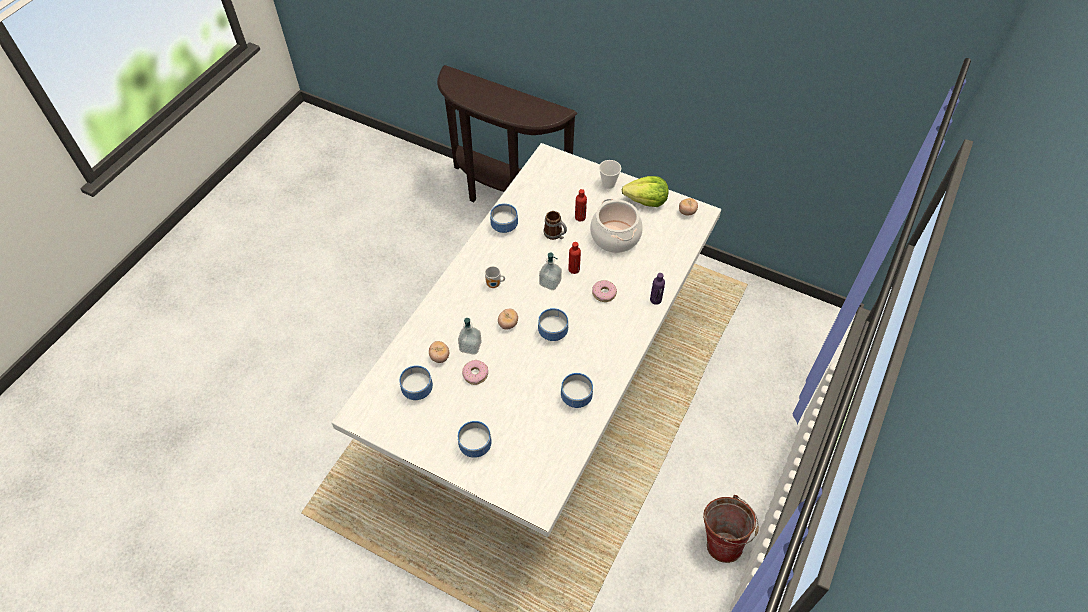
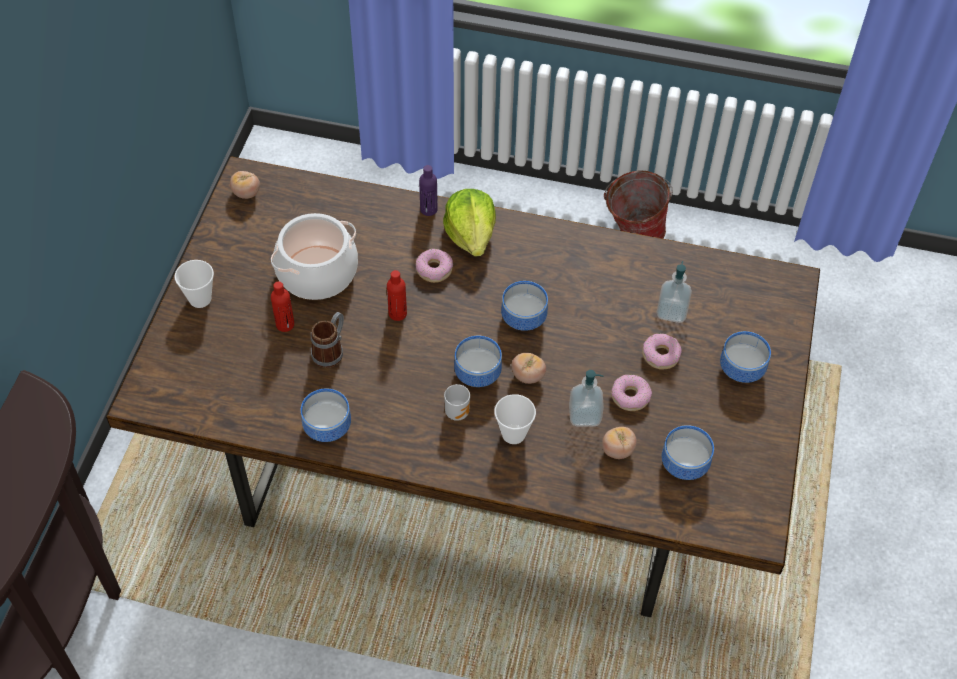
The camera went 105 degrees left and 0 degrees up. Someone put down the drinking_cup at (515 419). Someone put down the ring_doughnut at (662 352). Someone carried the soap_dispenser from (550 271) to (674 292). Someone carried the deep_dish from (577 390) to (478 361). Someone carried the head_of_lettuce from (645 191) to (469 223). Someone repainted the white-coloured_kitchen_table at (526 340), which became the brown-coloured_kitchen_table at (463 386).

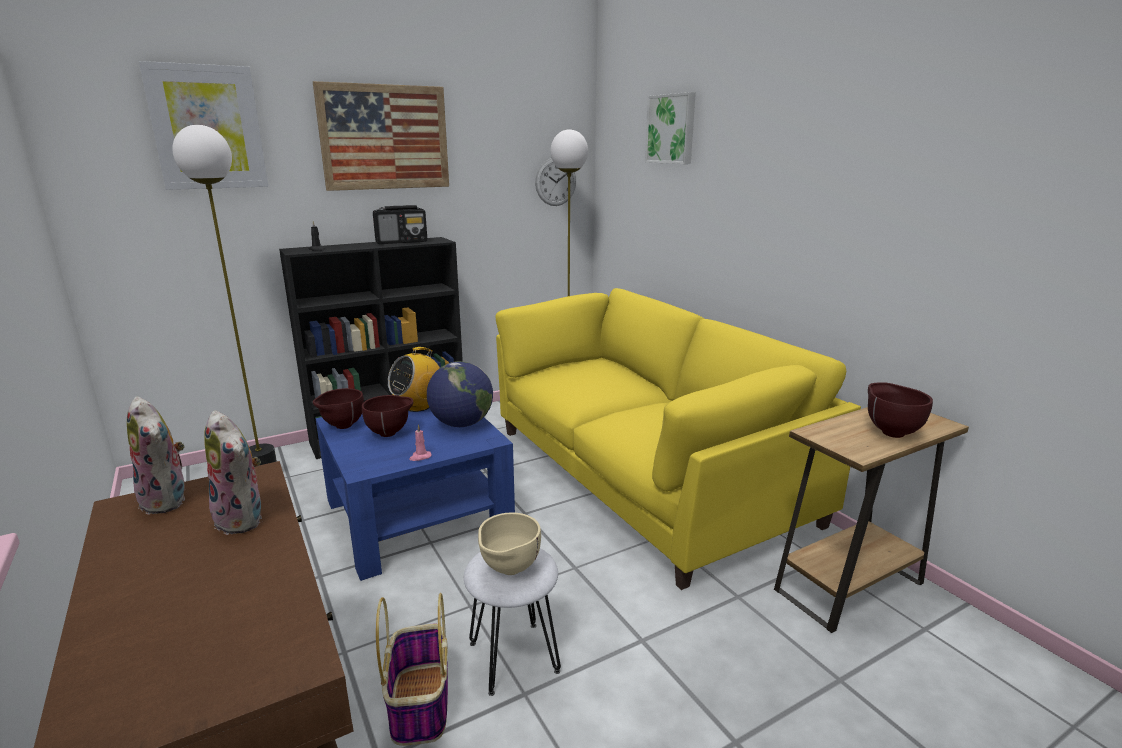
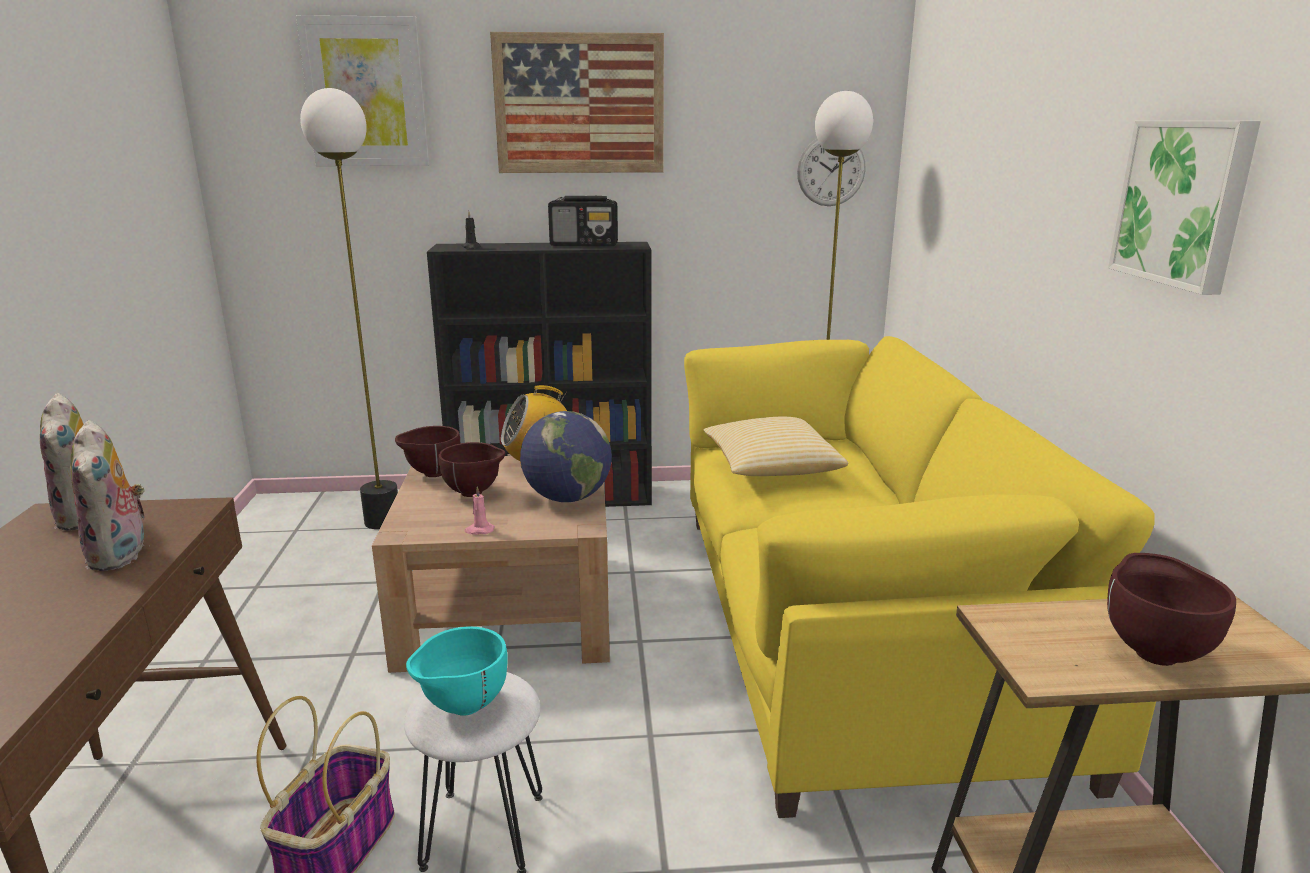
The camera went 25 degrees right and 0 degrees up. Someone put down the cushion at (776 446). Someone carried the wall_art from (670 128) to (1184 208). Someone repainted the bluish_coffee_table at (415 494), which became the brown-coloured_coffee_table at (491 564). Someone repainted the sand-coloured_deep_dish at (509 543), which became the blue-green_deep_dish at (456 671).

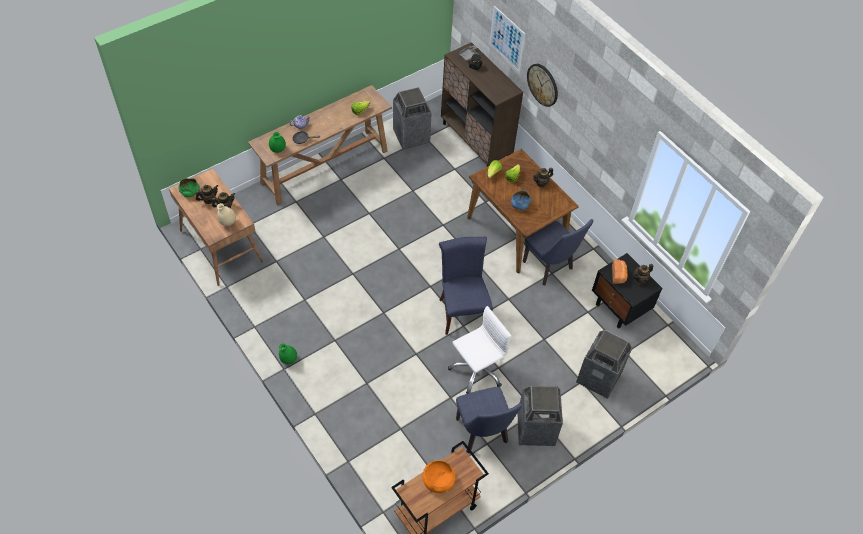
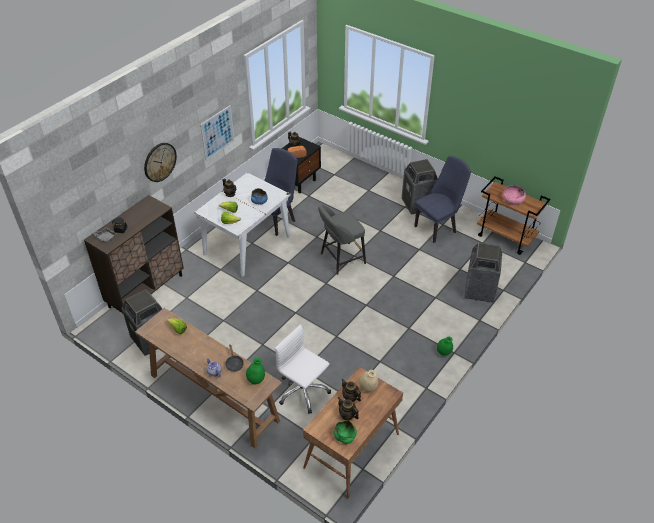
The camera went 105 degrees left and 10 degrees down. Someone carried the white-coloured_desk_chair from (480 350) to (303 369). Someone carried the wall_art from (507 39) to (217 132). Someone carried the trash_can from (604 364) to (483 273). Someone swapped the bluish_upright_chair at (466 286) for the greyish_sitting_stool at (342 239). Someone repainted the orange-coloured_deep_dish at (439 476), which became the pink_deep_dish at (514 195). Someone repainted the brown-coloured_kitchen_table at (523 211), which became the white-coloured_kitchen_table at (242 225).

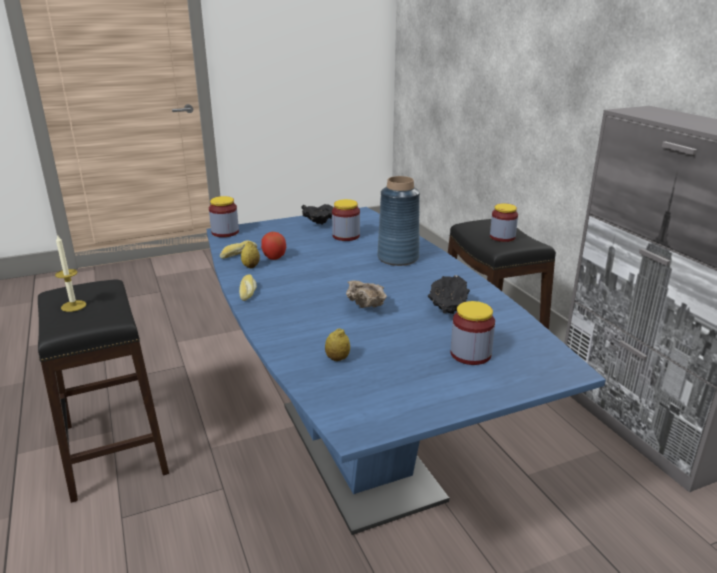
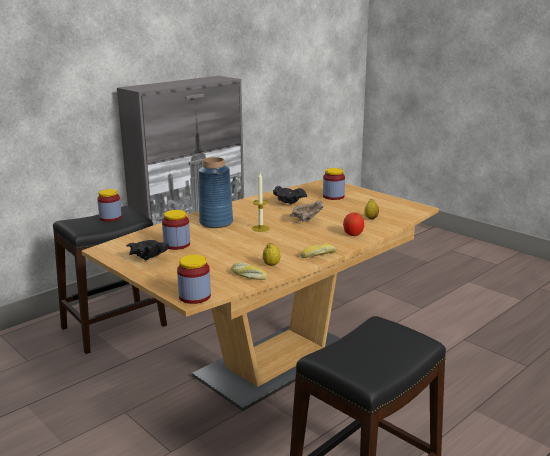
The camera went 110 degrees left and 5 degrees down. Someone carried the wax_candle from (70 273) to (261 202). Someone carried the whole_apple from (273 246) to (353 224). Someone repainted the bluish_kitchen_table at (406 371), which became the brown-coloured_kitchen_table at (260 295).

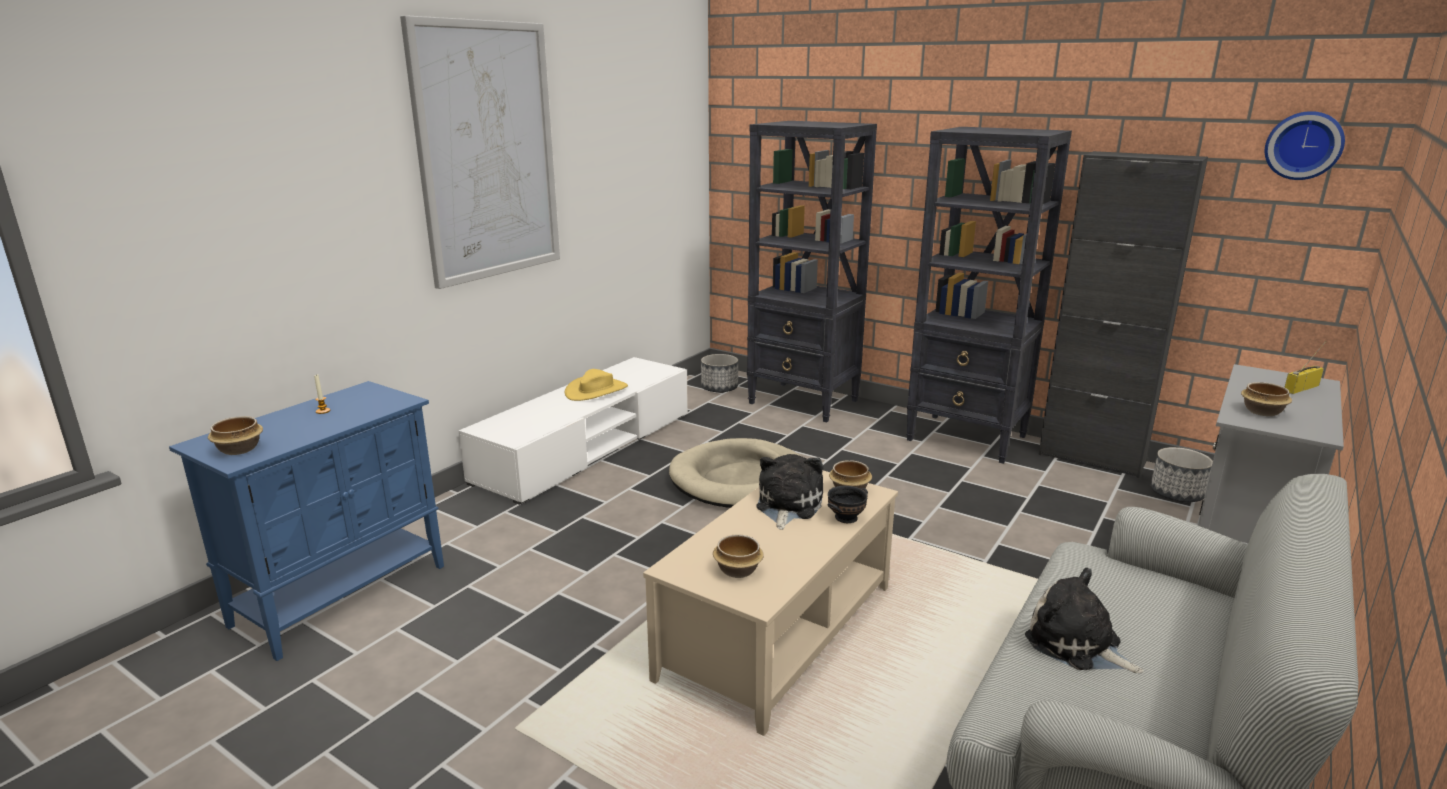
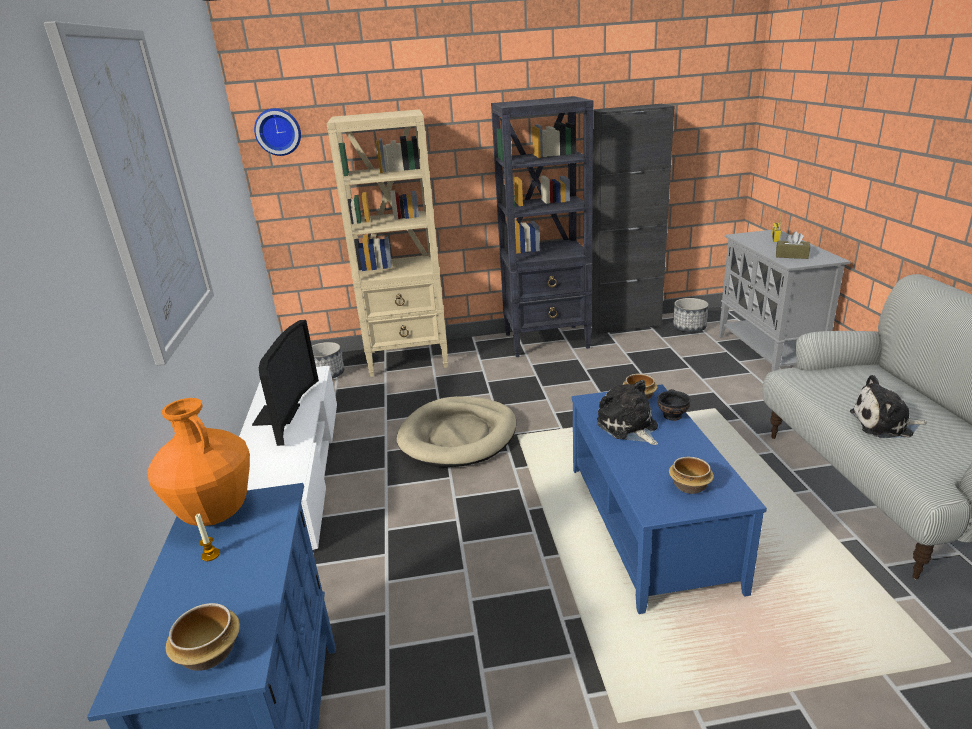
The camera went 40 degrees left and 5 degrees up. Someone put down the orange-coloured_flower_vase at (198 462). Someone carried the clock_on_the_wall from (1305 145) to (277 132). Someone swapped the yellowish_clothing_hat at (596 385) for the TV_set at (285 383). Someone swapped the deep_dish at (1266 399) for the brown-coloured_box_of_tissues at (793 245). Someone repainted the sand-coloured_coffee_table at (770 603), which became the bluish_coffee_table at (669 499). Someone repainted the blackish_bookshelf at (812 271), which became the sand-coloured_bookshelf at (387 243).

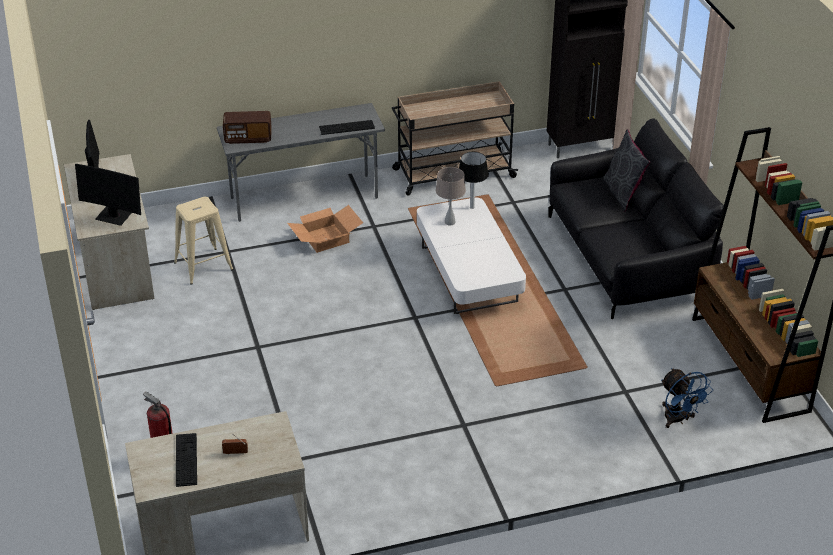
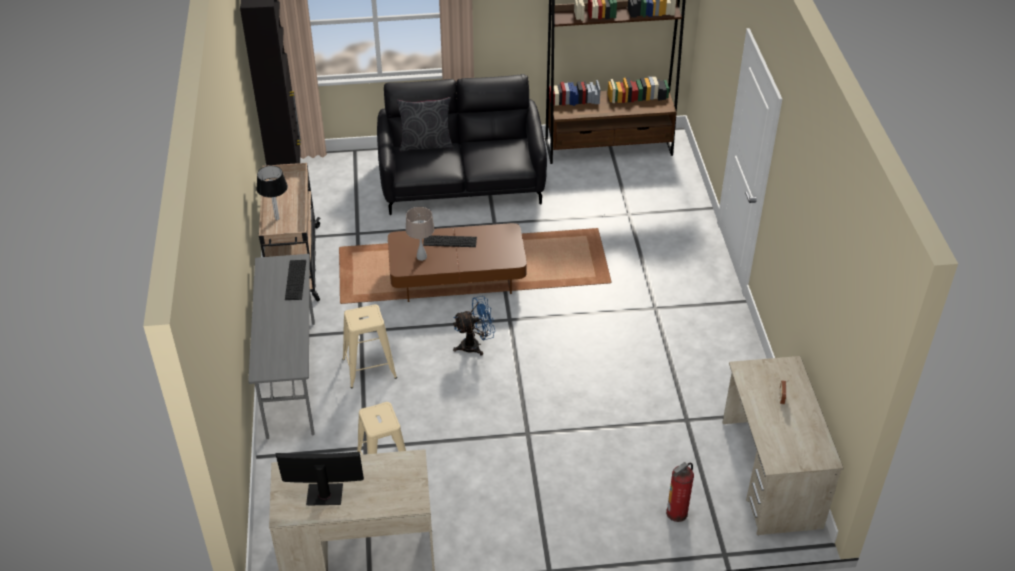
The camera went 80 degrees left and 5 degrees up. Someone took away the computer_screen at (108 195). Someone took away the radio_receiver at (247 127). Someone carried the computer_keyboard from (186 460) to (450 241). Someone carried the lamp_for_a_table from (474 180) to (272 193). Someone carried the bluish_cooling_fan from (687 398) to (474 326). Someone swapped the packing_box at (325 229) for the sand-coloured_sitting_stool at (369 346). Someone repainted the white-coloured_coffee_table at (471 256), which became the brown-coloured_coffee_table at (457 262).

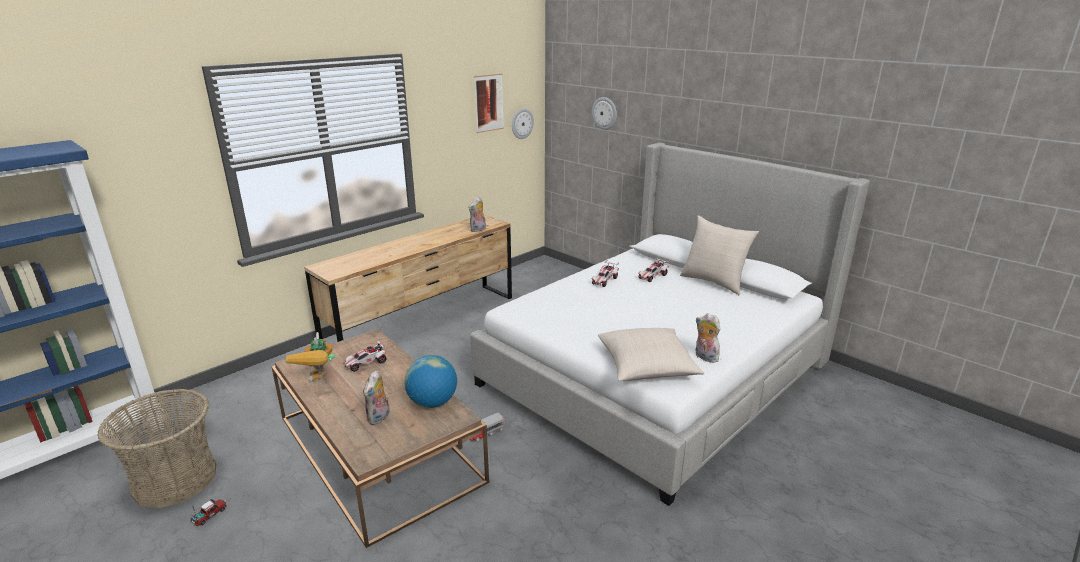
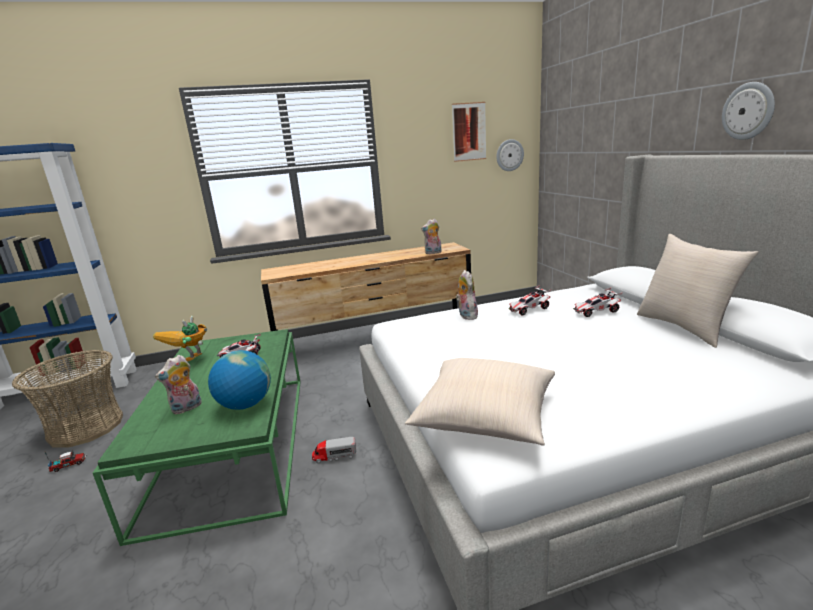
The camera went 30 degrees right and 5 degrees down. Someone carried the clock_on_the_wall from (604 113) to (748 111). Someone carried the soft_toy from (707 338) to (467 295). Someone repainted the brown-coloured_coffee_table at (380 439), which became the green_coffee_table at (197 438).

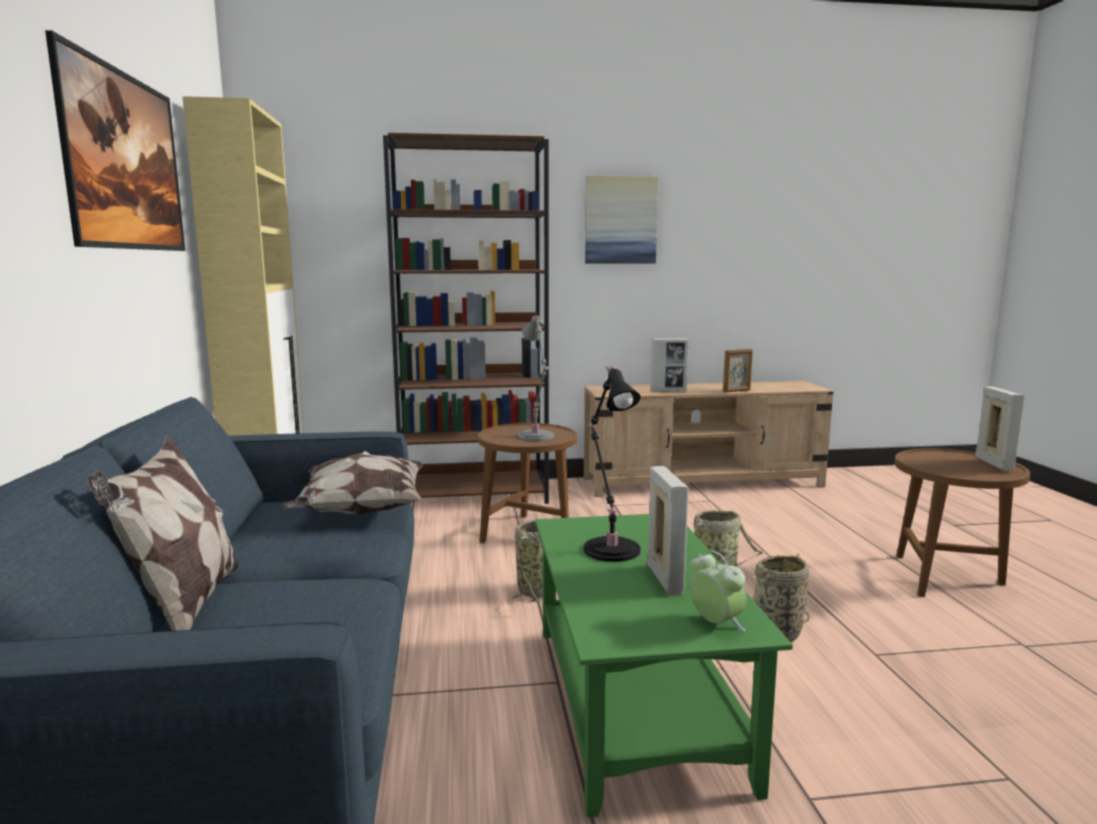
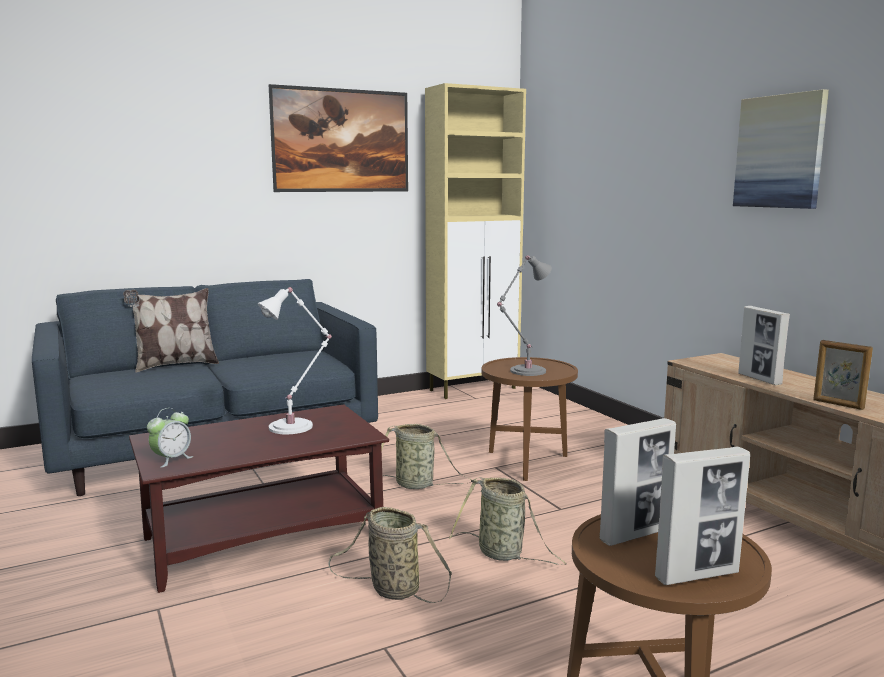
The camera went 70 degrees right and 0 degrees up. Someone took away the cushion at (353 483). Someone took away the brown-coloured_bookshelf at (466 318). Someone carried the photo_frame from (668 530) to (637 482). Someone repainted the green_coffee_table at (664 666), which became the brown-coloured_coffee_table at (259 498). Someone repainted the blackish_lamp_for_a_table at (612 464), which became the white-coloured_lamp_for_a_table at (294 360).

